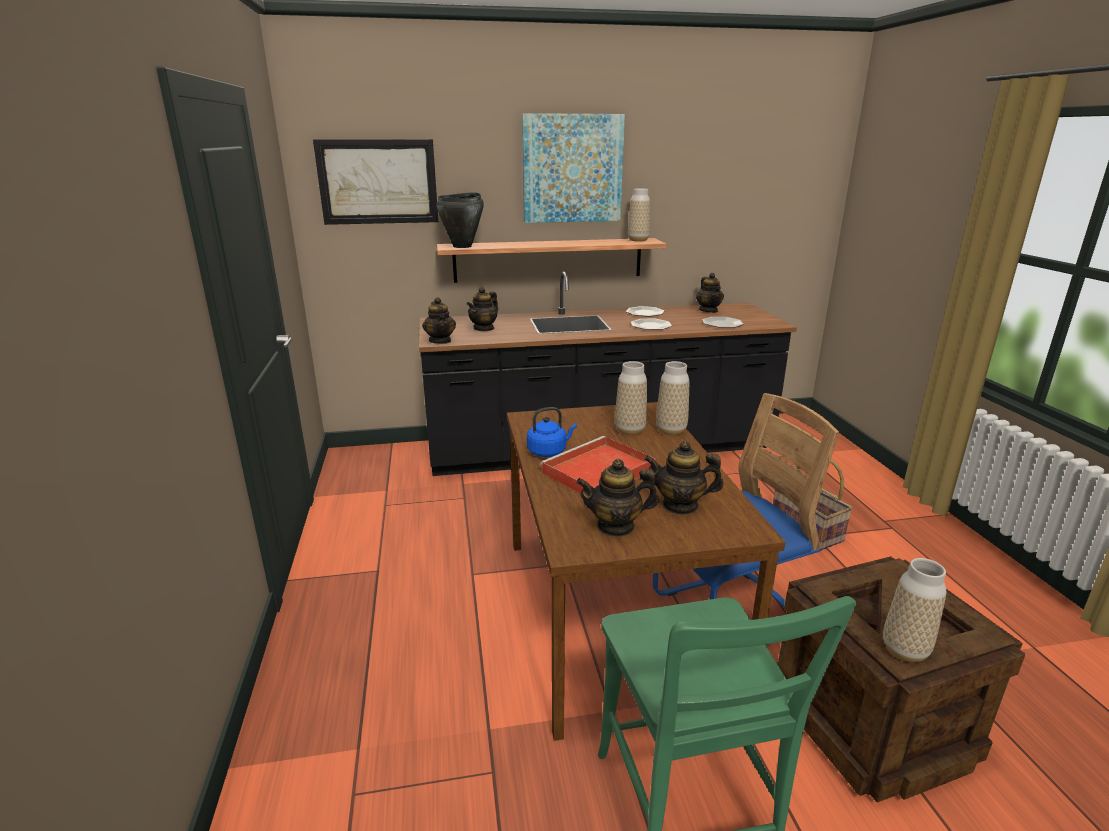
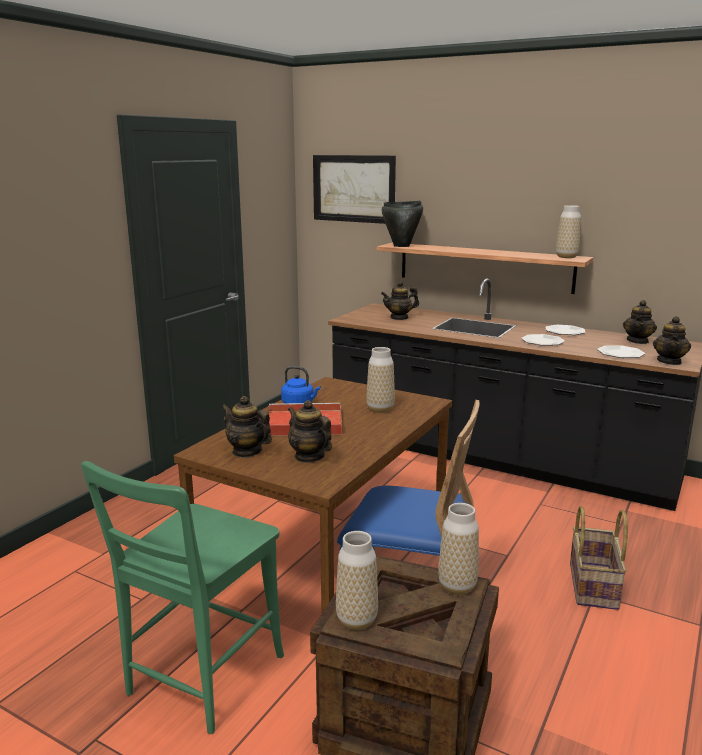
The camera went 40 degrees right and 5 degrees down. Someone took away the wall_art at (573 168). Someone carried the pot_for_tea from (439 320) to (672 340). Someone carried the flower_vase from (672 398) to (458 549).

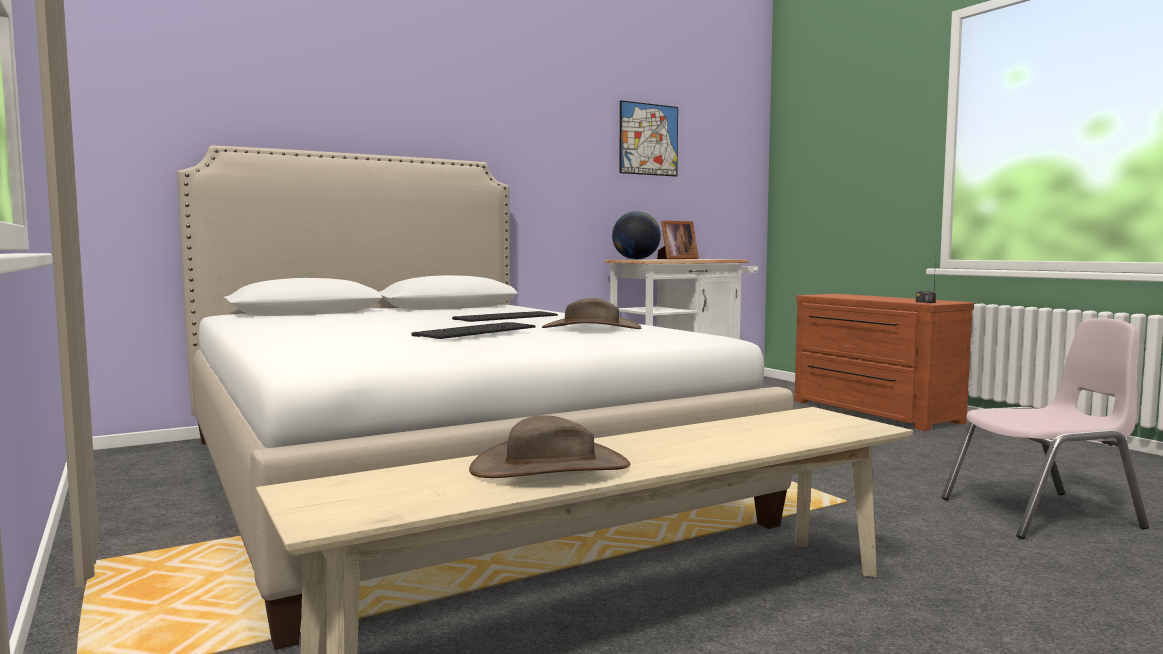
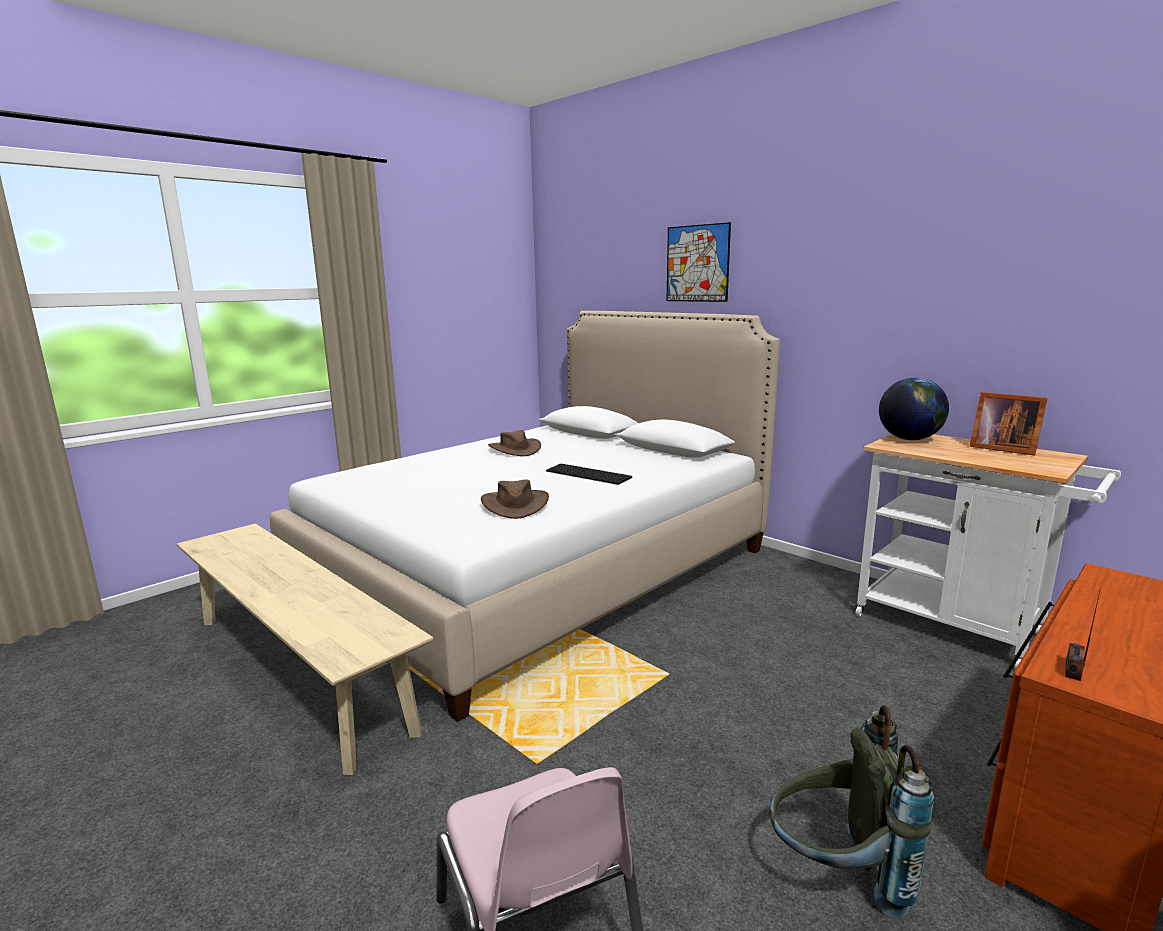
The camera went 75 degrees right and 10 degrees up. Someone took away the computer_keyboard at (473 330). Someone put down the greyish_knapsack at (851 811). Someone carried the brown-coloured_clothing_hat from (549 446) to (514 443). Someone carried the wall_art from (648 138) to (698 262).

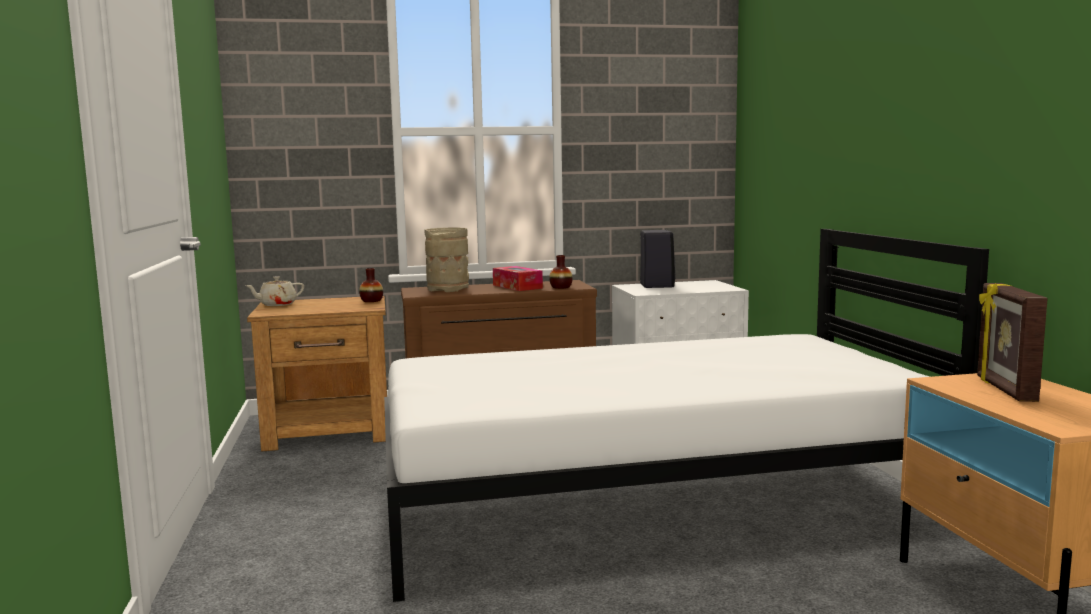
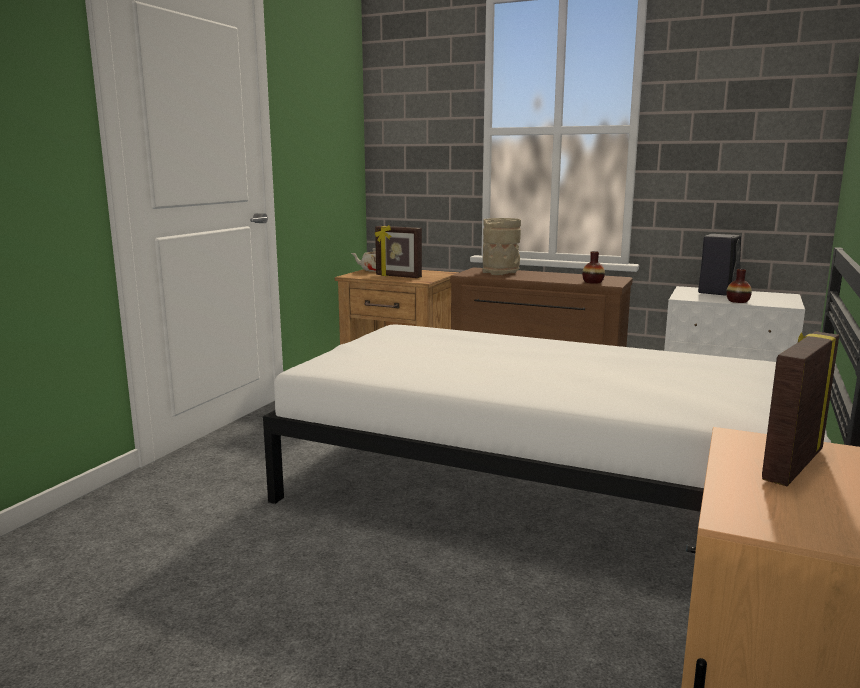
The camera went 35 degrees right and 5 degrees up. Someone took away the box_of_tissues at (518 278). Someone put down the photo_frame at (398 251). Someone carried the flower_vase from (371 285) to (739 286).

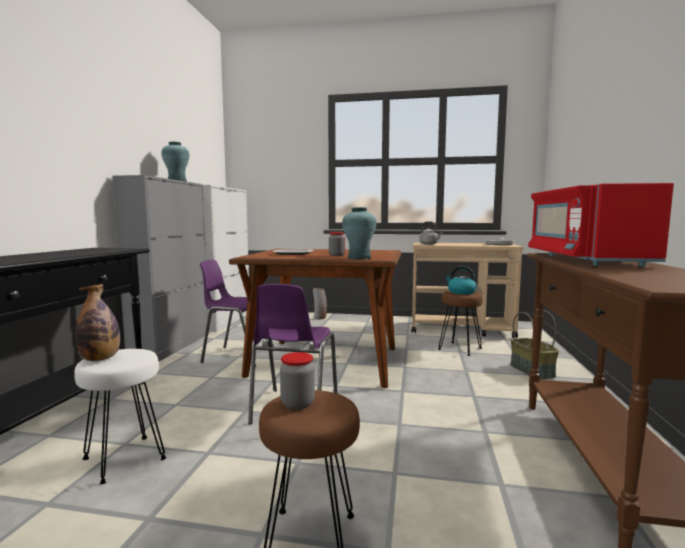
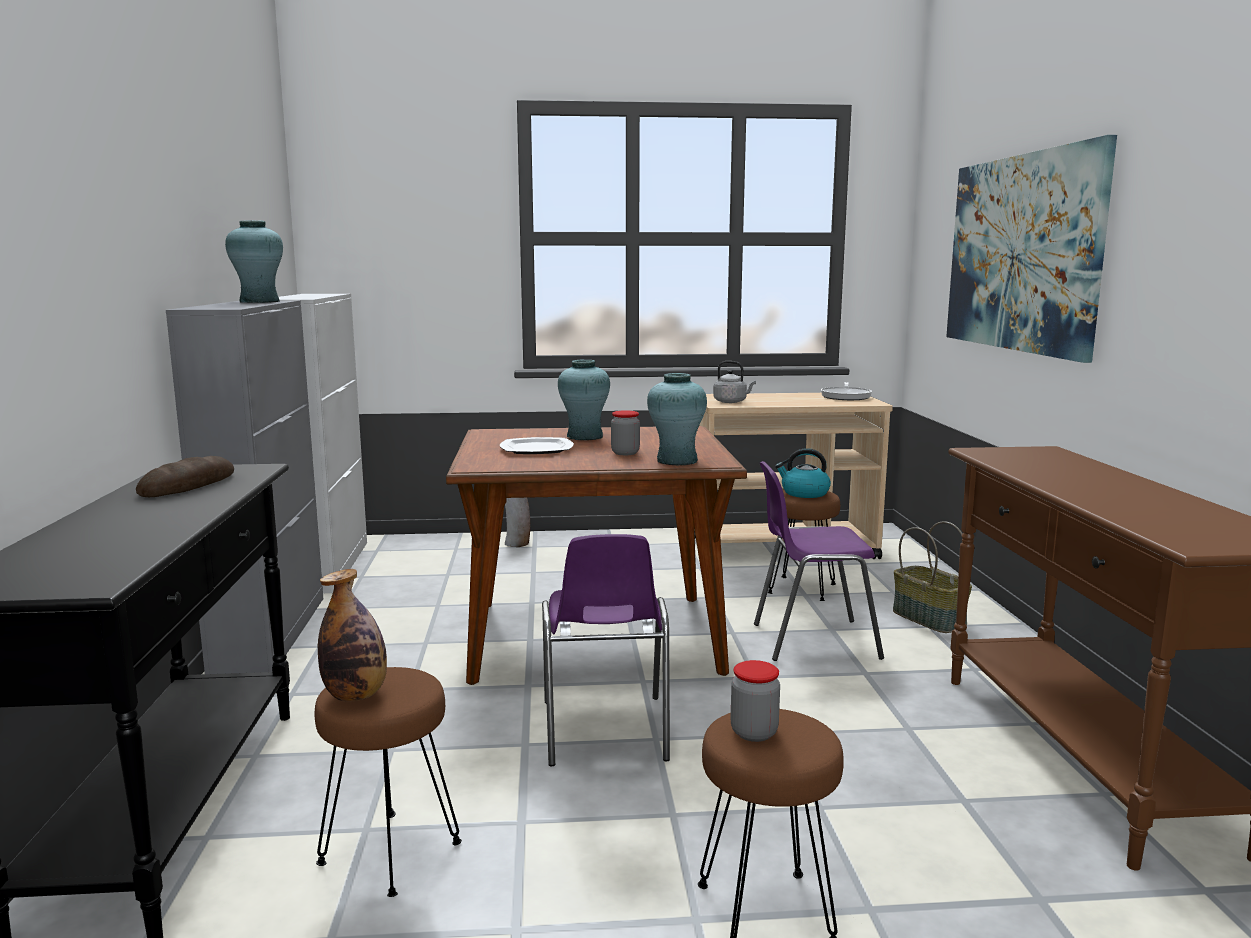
The camera went 15 degrees left and 5 degrees up. Someone took away the red_kitchen_microwave at (601 225). Someone put down the baked_bread at (185 476). Someone put down the blue-green_flower_vase at (584 400). Someone put up the wall_art at (1031 249). Someone carried the purple-coloured_upright_chair from (237 313) to (819 561). Someone repainted the white-coloured_sitting_stool at (120 416), which became the brown-coloured_sitting_stool at (388 782).

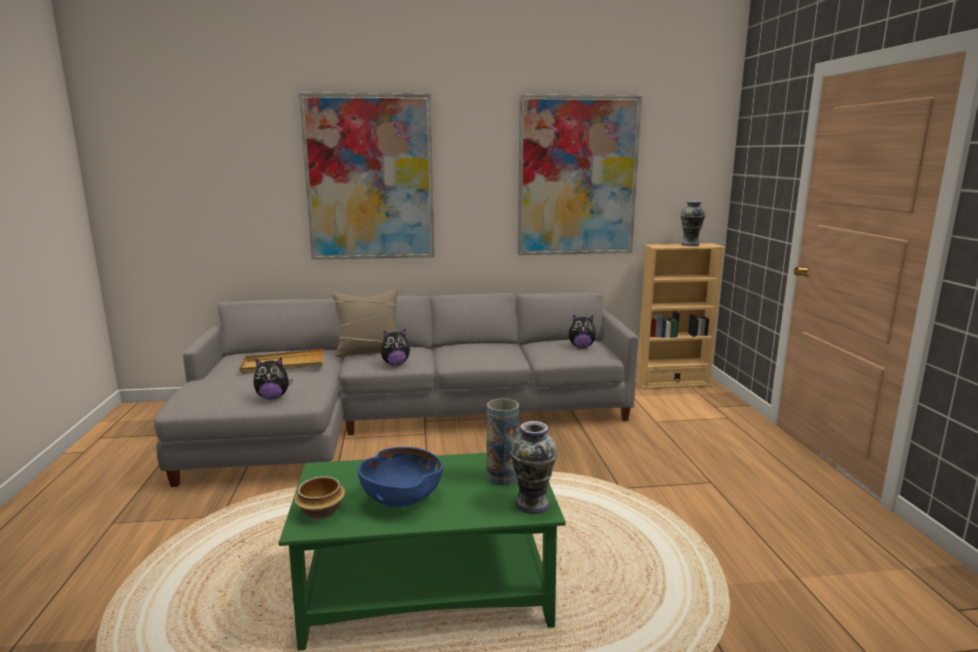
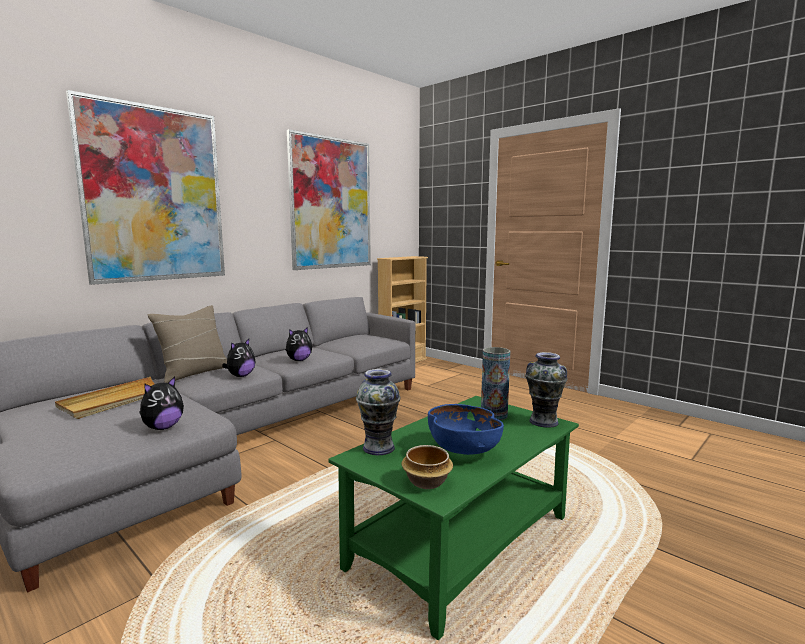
The camera went 40 degrees left and 5 degrees down. Someone carried the soft_toy from (583 331) to (299 344). Someone carried the flower_vase from (692 223) to (378 412).

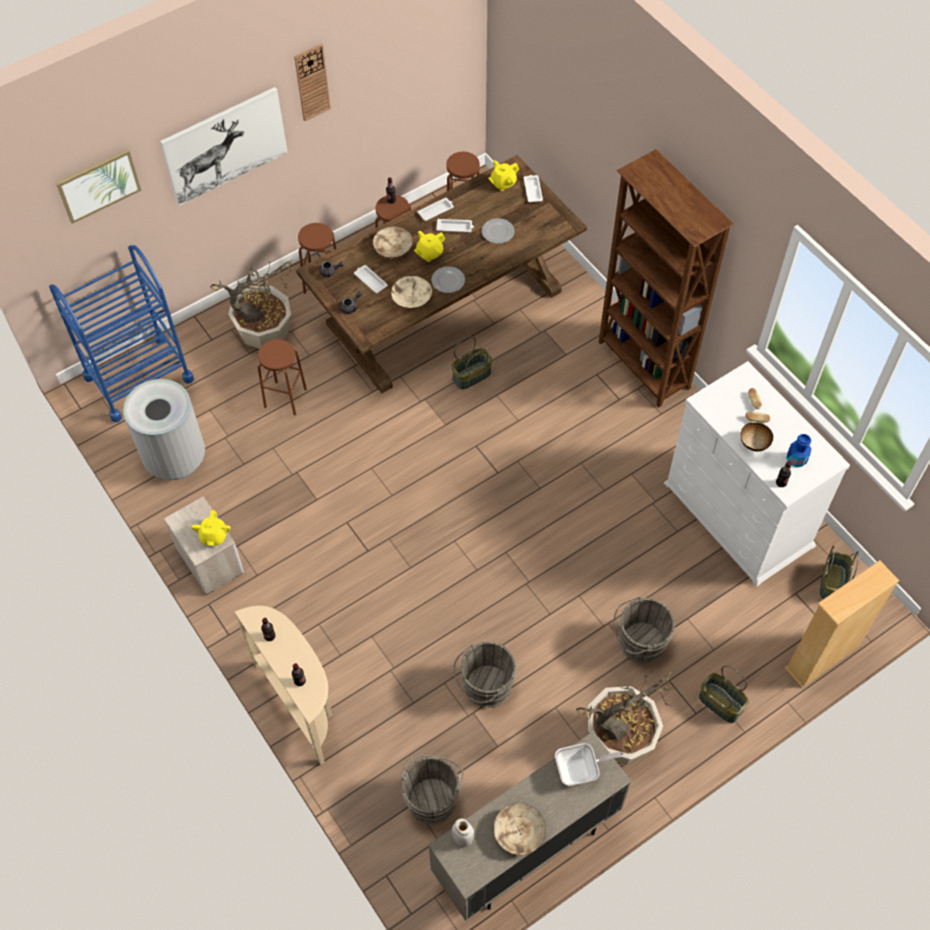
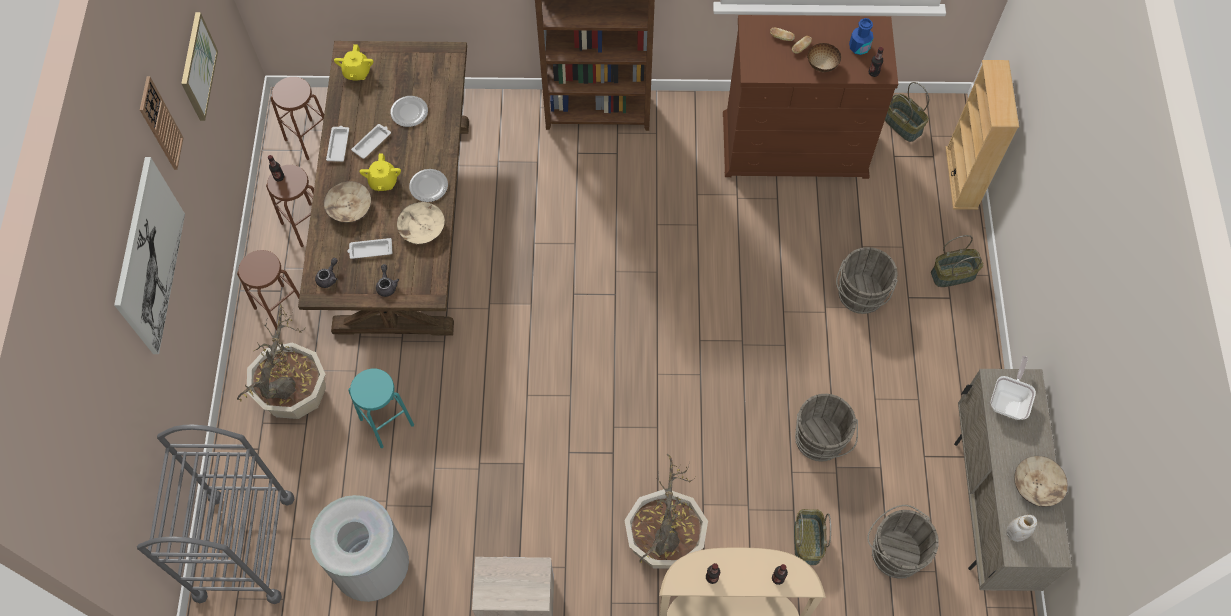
The camera went 55 degrees left and 5 degrees up. Someone took away the yellowish_pot_for_tea at (210 528). Someone took away the white-coloured_carrying_tray at (533 188). Someone carried the wall_art from (98 186) to (199 66). Someone carried the storage_basket from (471 363) to (812 537). Someone carried the potted_plant from (626 717) to (666 511). Someone repainted the bluish_cart at (121 334), which became the greyish_cart at (215 514). Someone repainted the brown-coloured_sitting_stool at (282 377), which became the blue-green_sitting_stool at (381 408). Someone repainted the white-coloured_drawer_chest at (757 474), which became the brown-coloured_drawer_chest at (810 97).

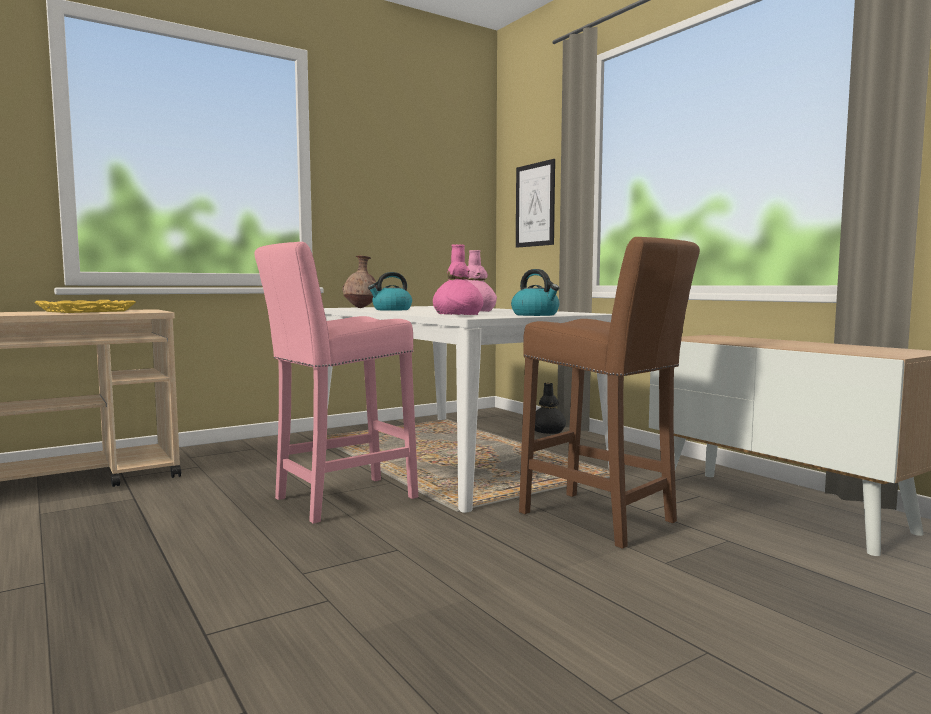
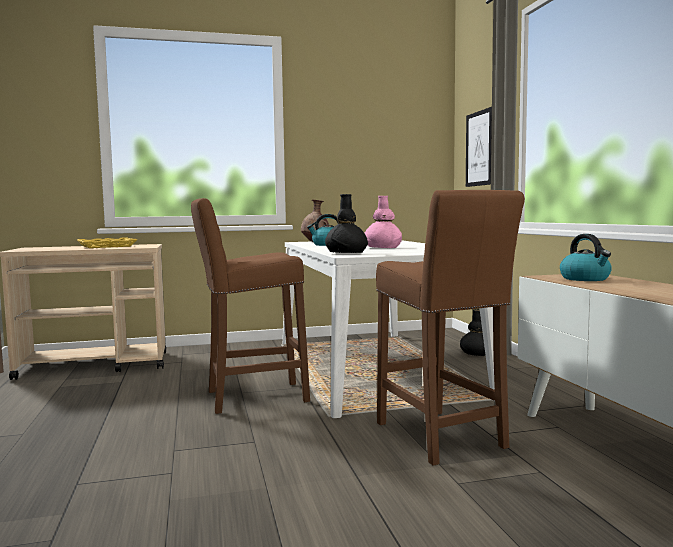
The camera went 20 degrees right and 0 degrees up. Someone carried the tea_kettle from (535 292) to (586 257). Someone repainted the pink_sitting_stool at (336 383), which became the brown-coloured_sitting_stool at (250 306). Someone repainted the pink_flower_vase at (458 279), which became the blackish_flower_vase at (346 223).

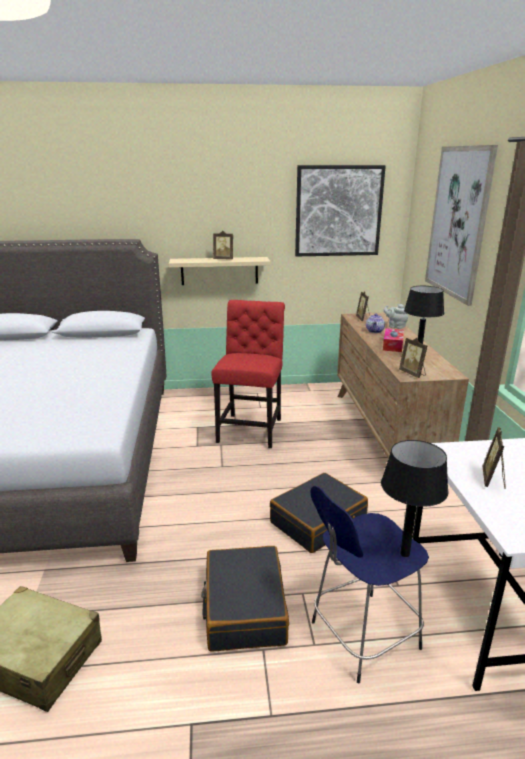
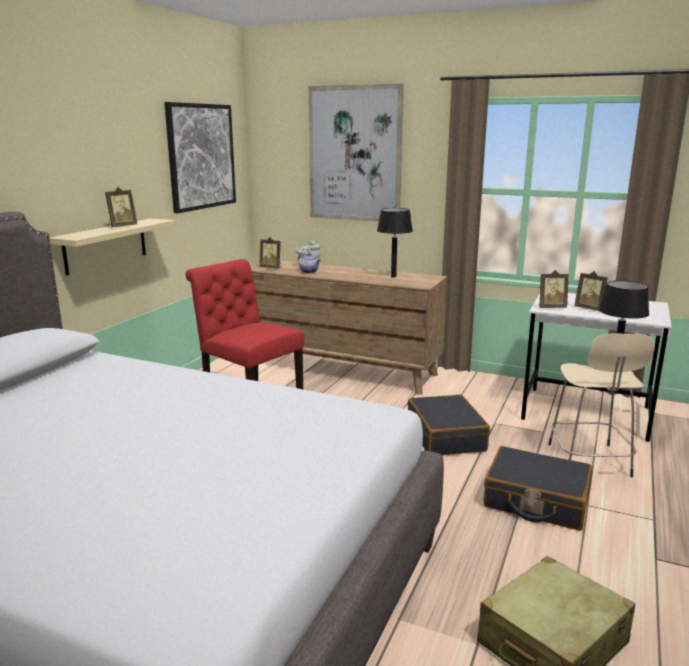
The camera went 60 degrees left and 5 degrees down. Someone took away the box_of_tissues at (393 340). Someone carried the photo_frame from (413 358) to (554 289). Someone repainted the bluish_sitting_stool at (369 585), which became the sand-coloured_sitting_stool at (601 405).

